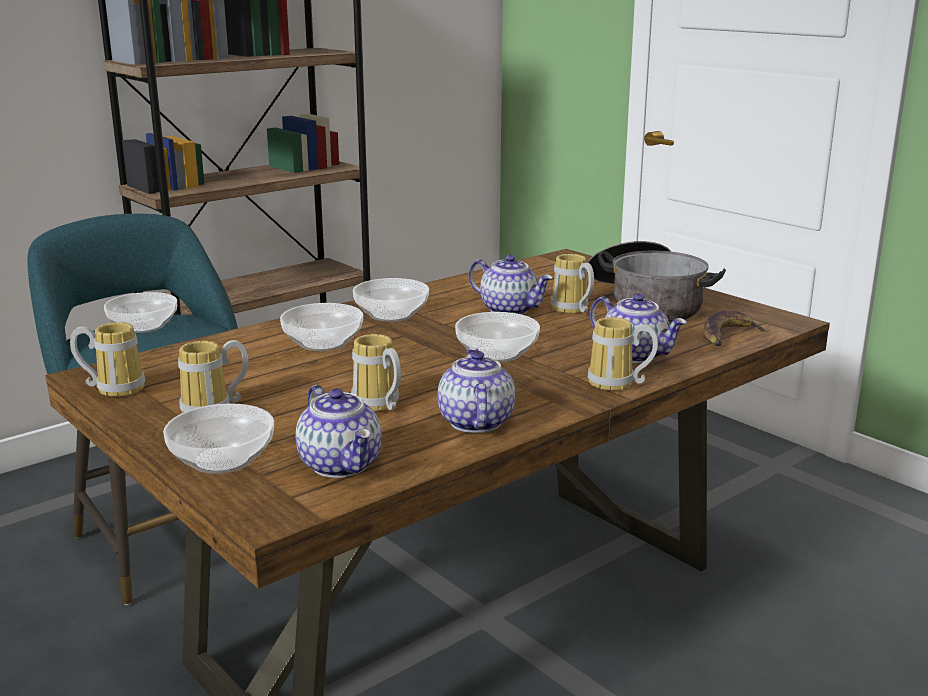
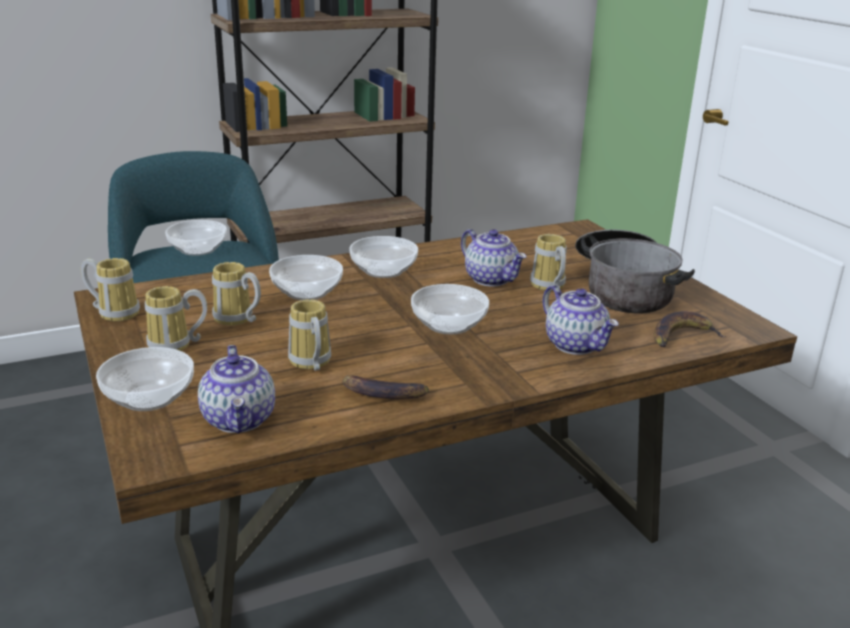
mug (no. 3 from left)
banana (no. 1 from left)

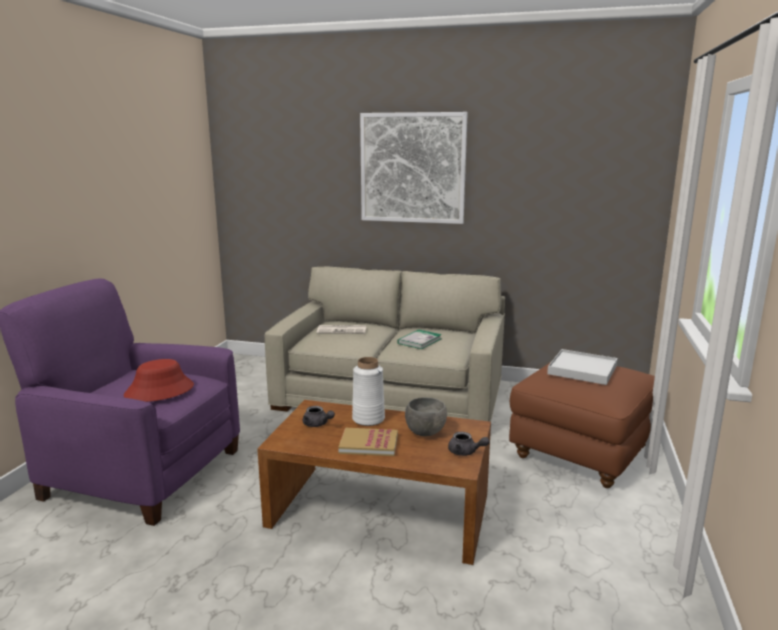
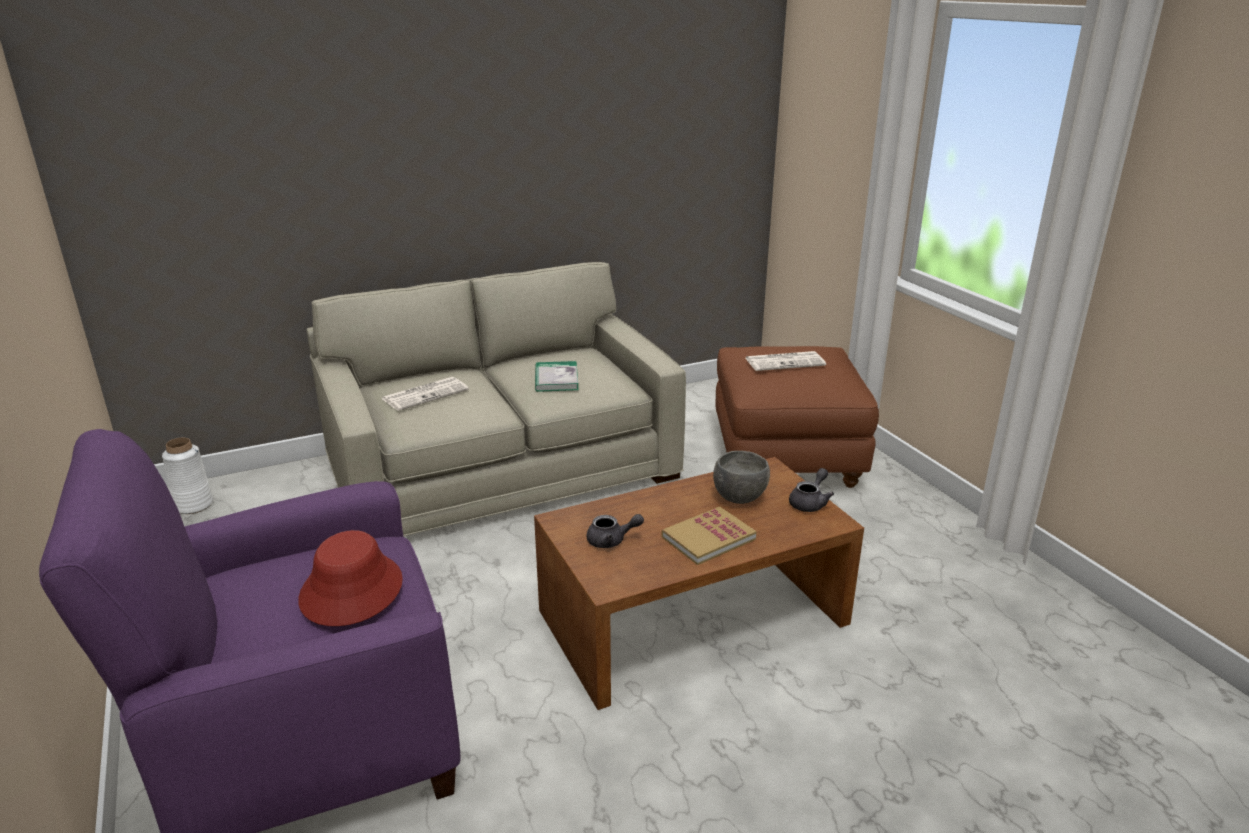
picture
flower vase/white
daily paper (no. 2 from left)
pot for tea/greyish (no. 2 from left)

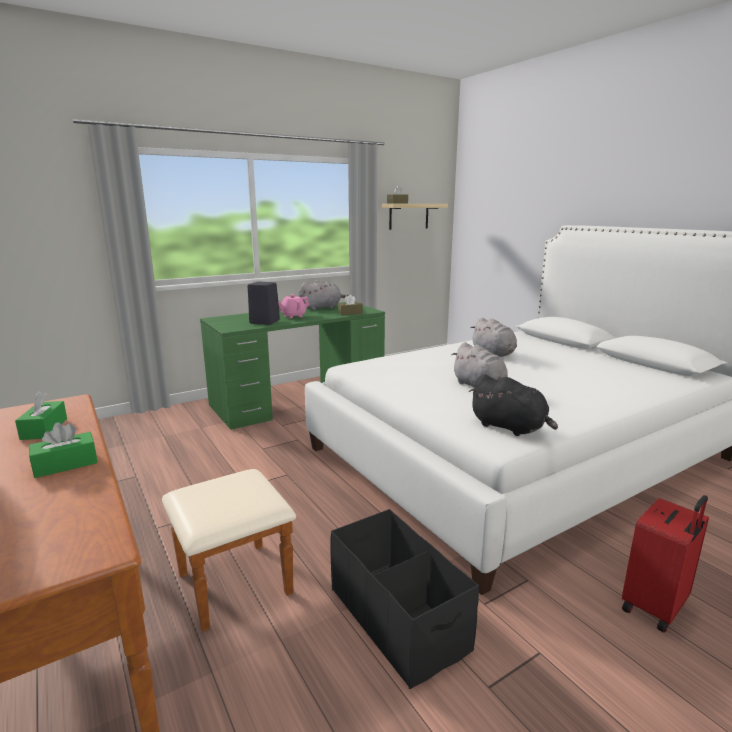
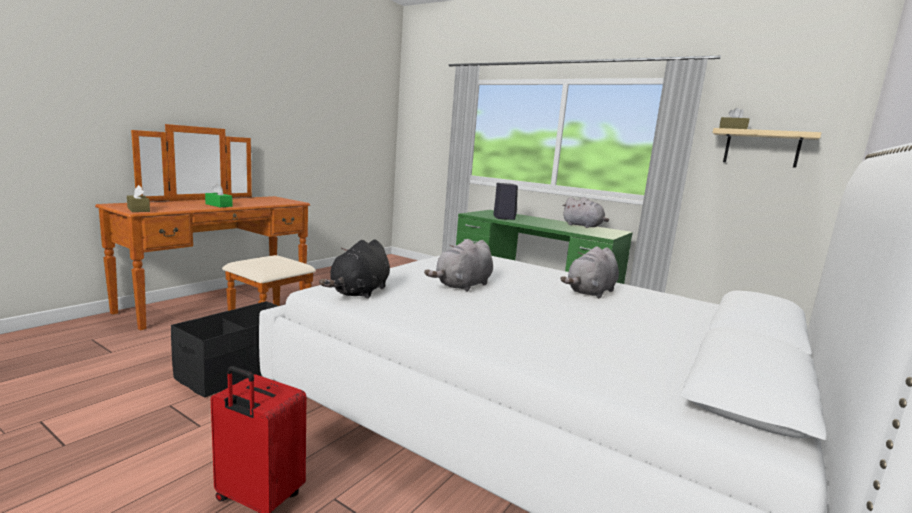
box of tissues/greenish (no. 1 from left in the first image)
pot for tea/pinkish
box of tissues/brown-coloured (no. 1 from left)

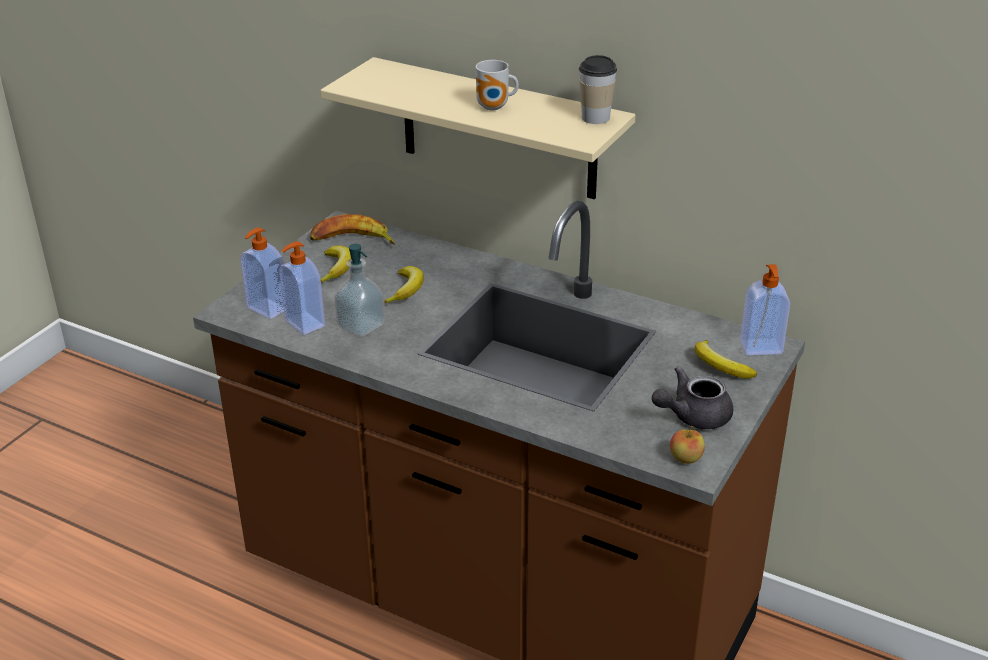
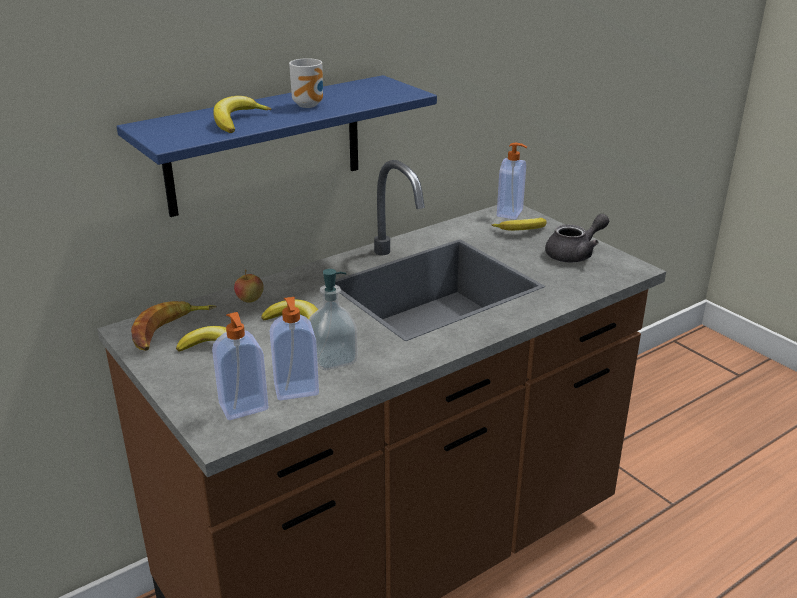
cup
banana (no. 3 from left)
whole apple
shelf/blue-coloured
pot for tea/greyish

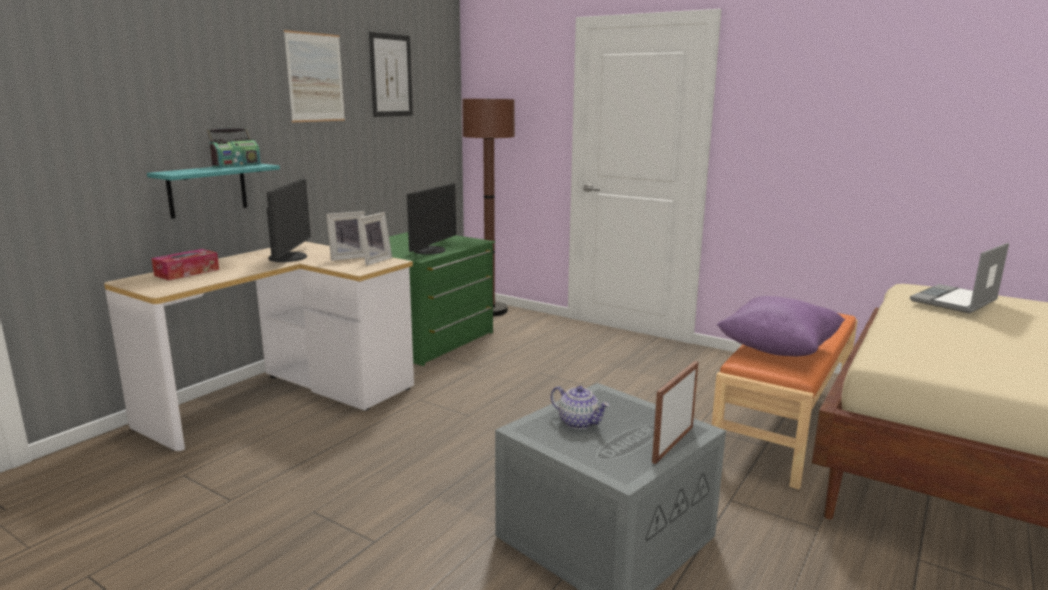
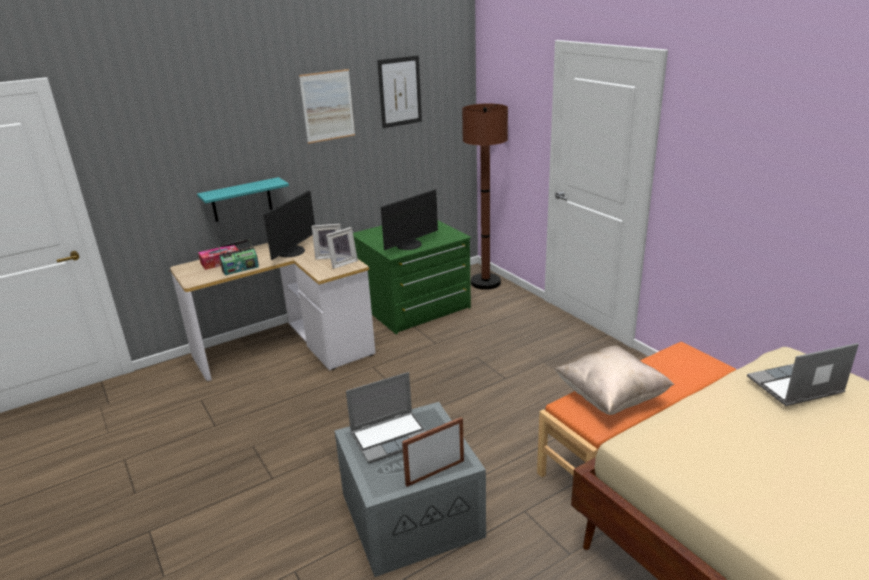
radio
notebook computer (no. 1 from left)
cushion/beige-coloured

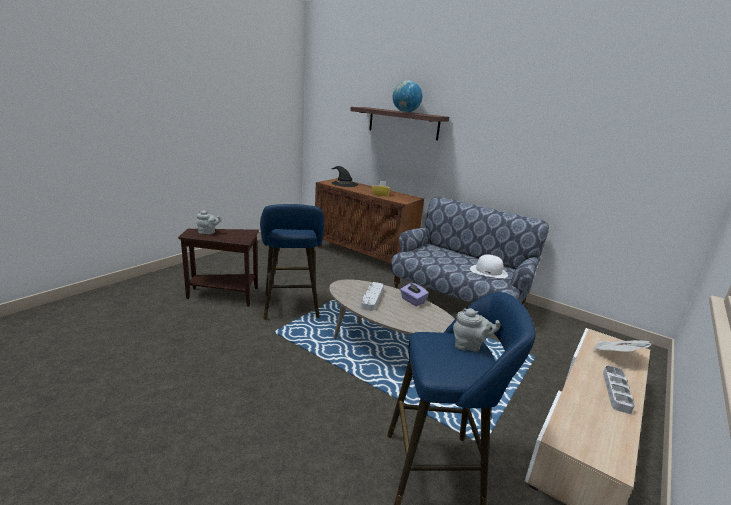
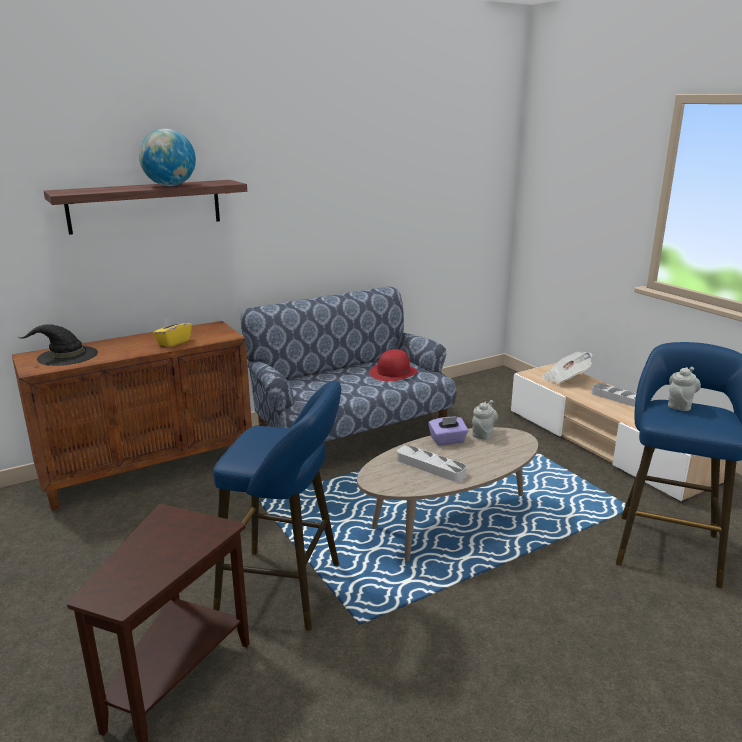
pot for tea/greyish (no. 1 from left)
clothing hat/red-coloured

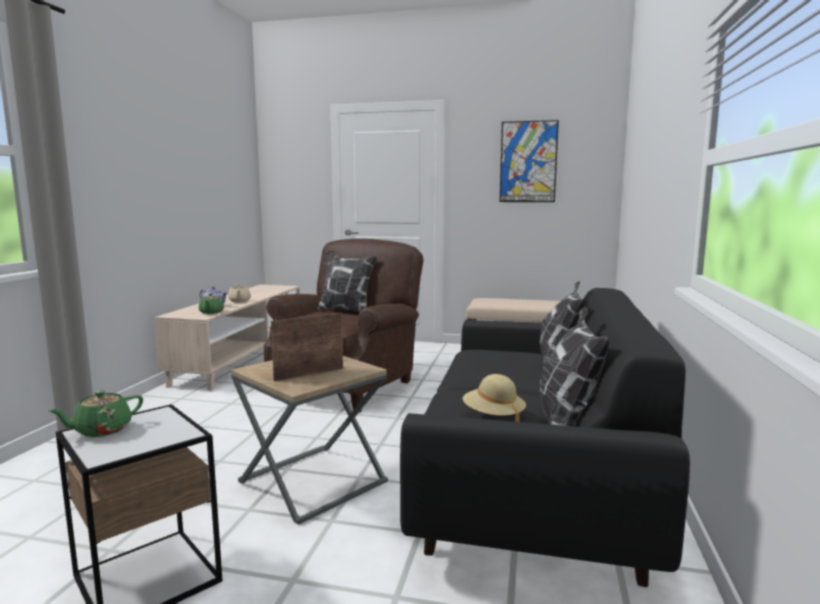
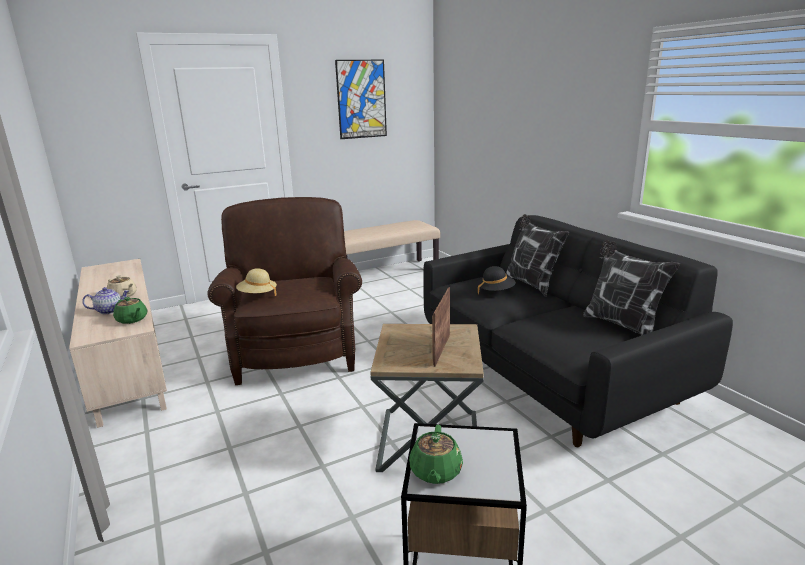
cushion (no. 1 from left in the first image)
clothing hat/black
clothing hat/beige-coloured

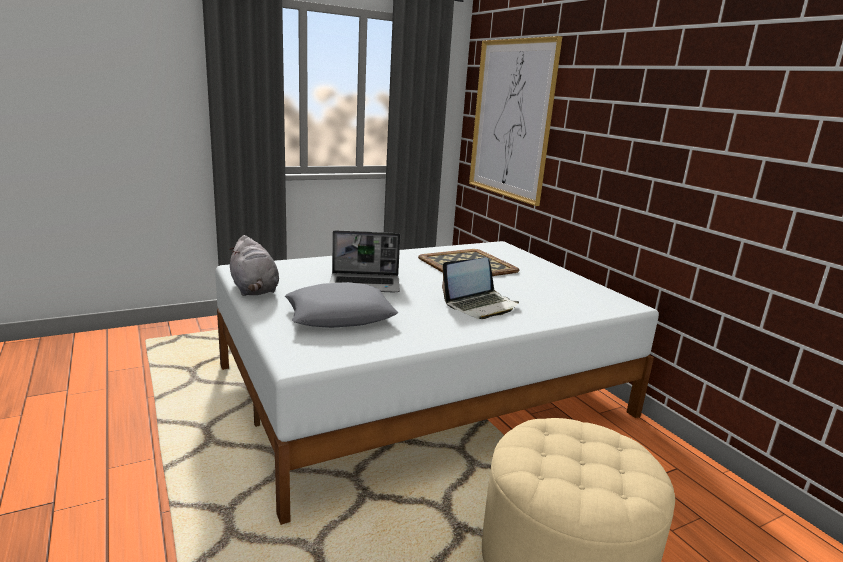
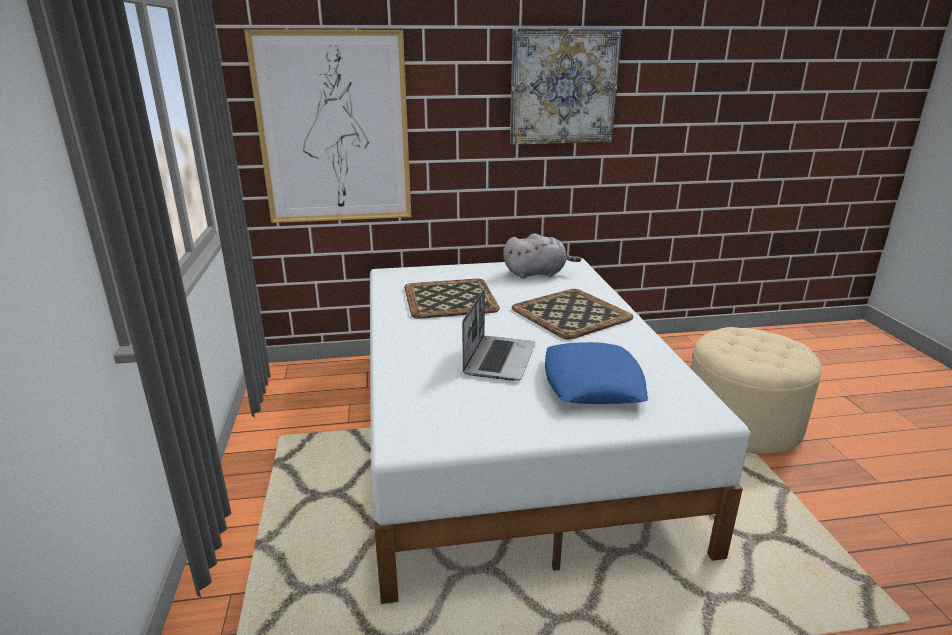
picture (no. 2 from left)
soft toy/greyish
serving tray (no. 2 from left)
cushion/blue-coloured

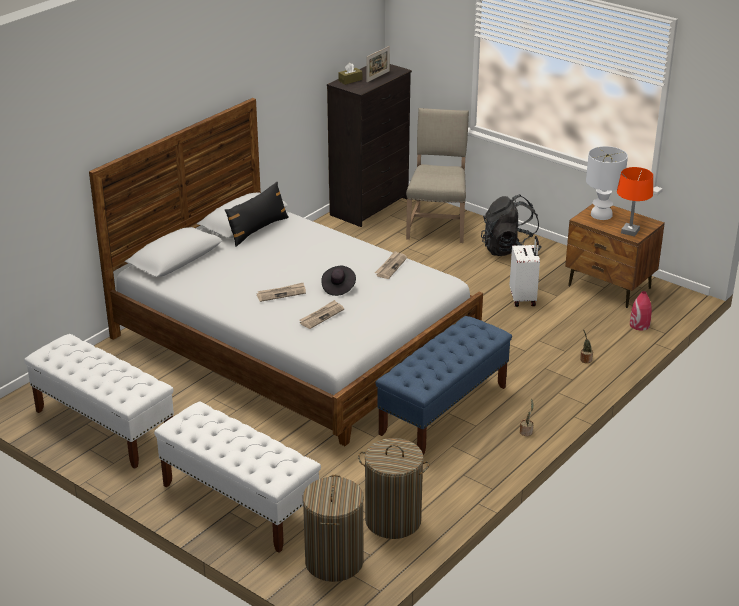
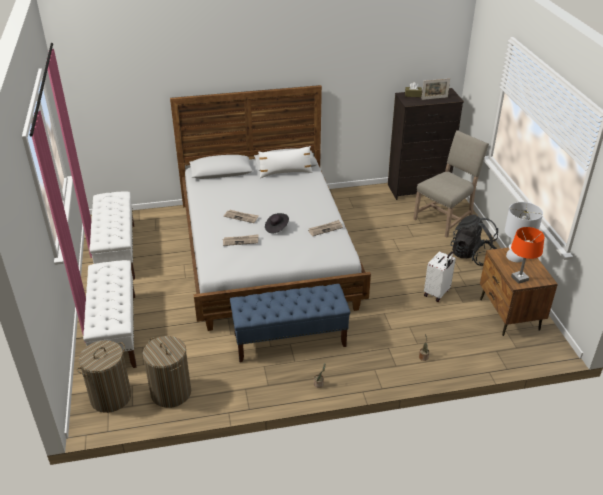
flower vase/red-coloured
cushion/white

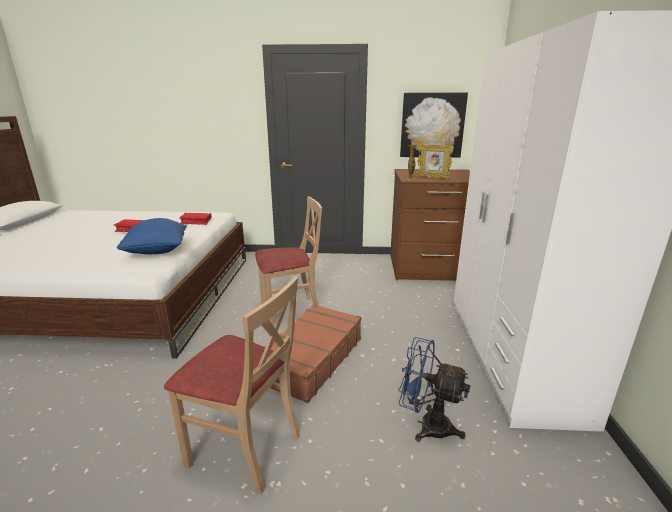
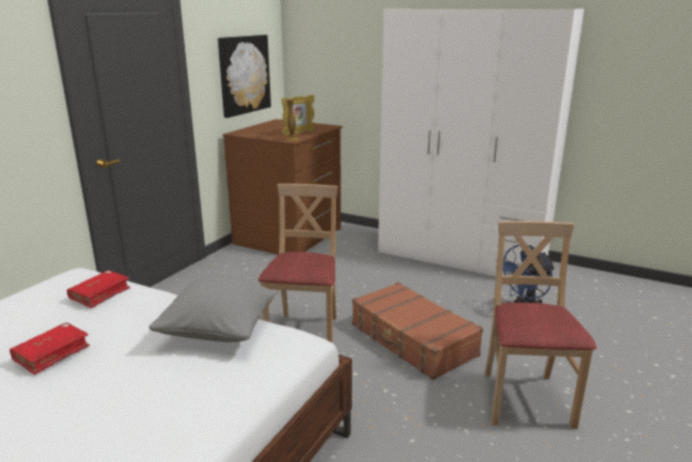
cushion/greyish
plain chair/beige-coloured (no. 2 from left)

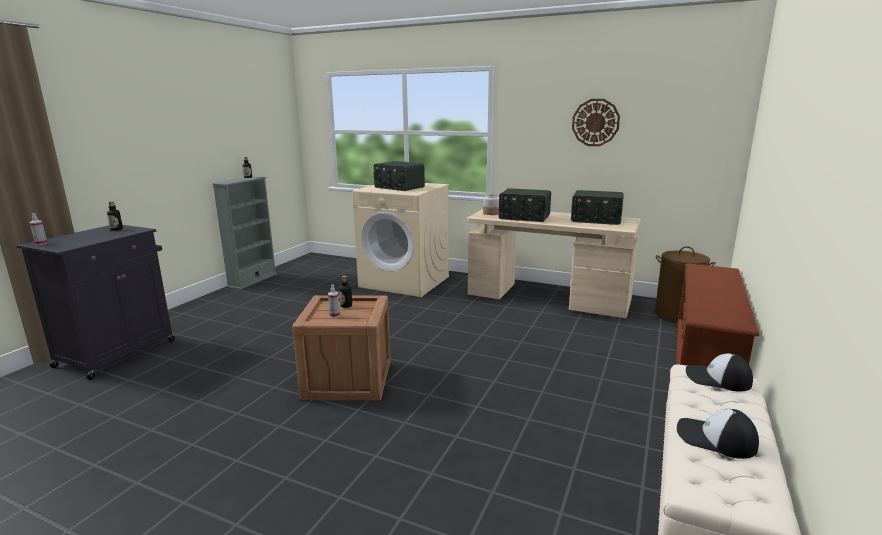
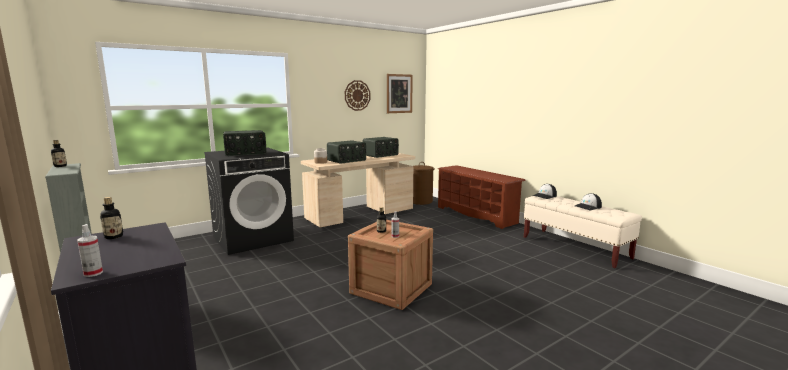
picture
washing machine/black

